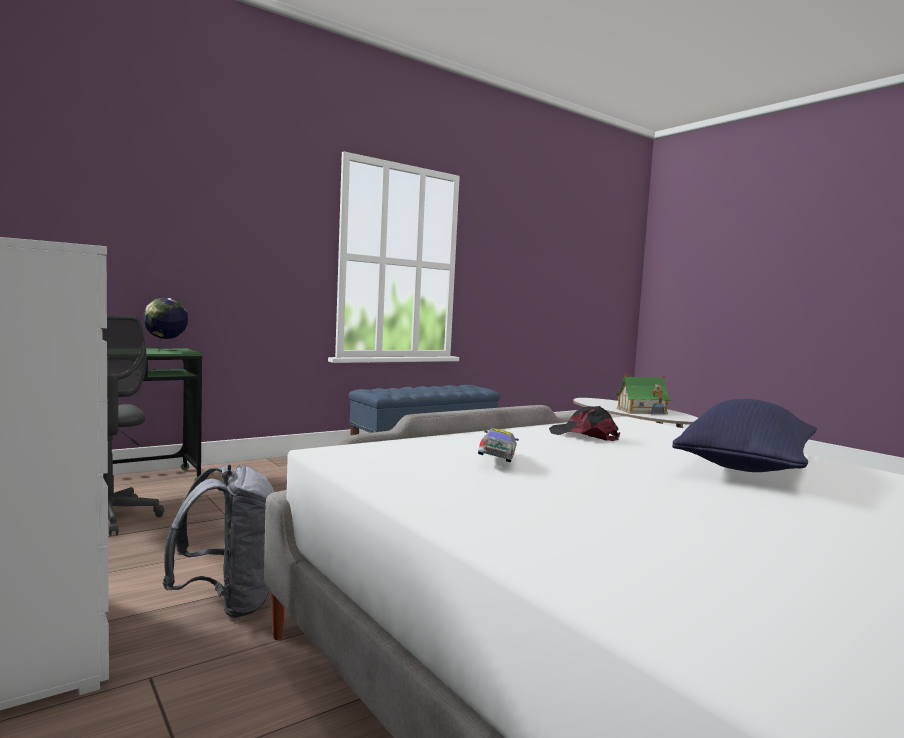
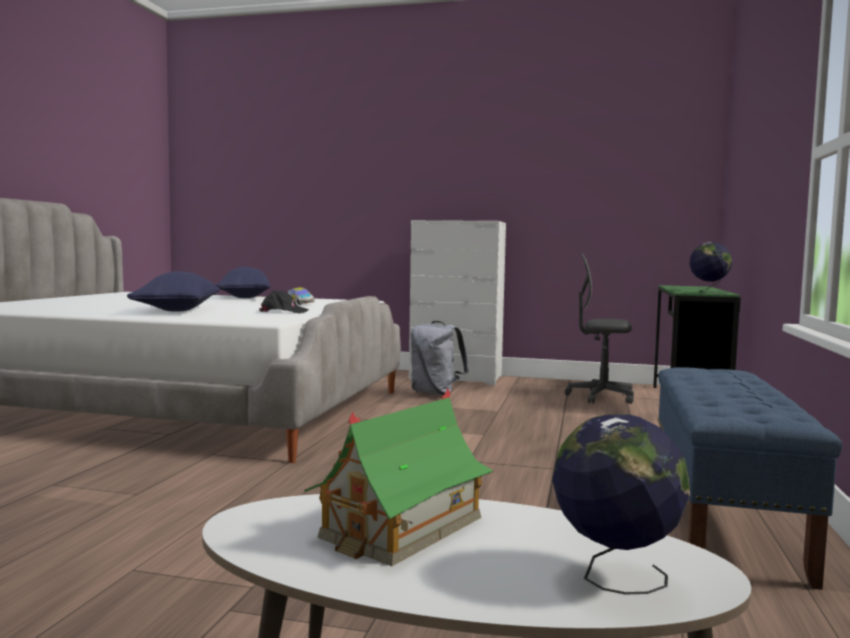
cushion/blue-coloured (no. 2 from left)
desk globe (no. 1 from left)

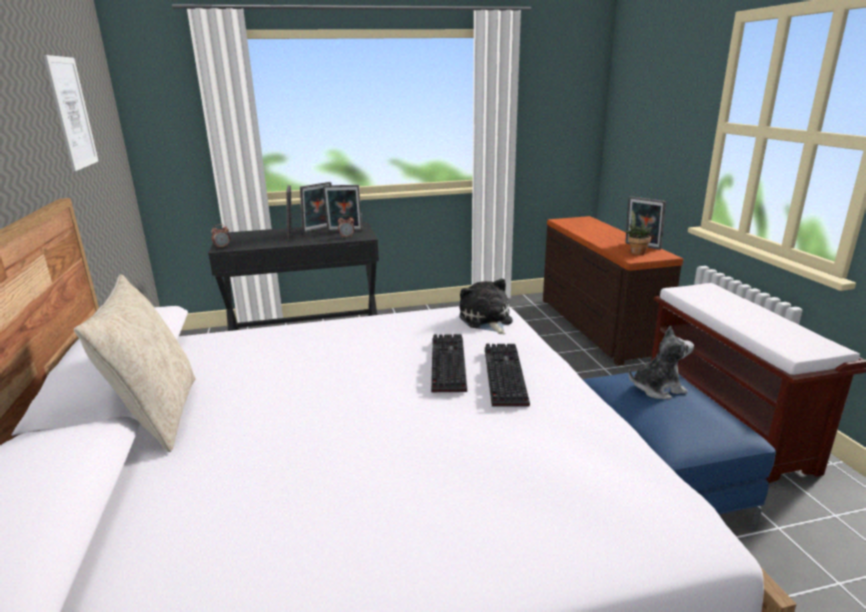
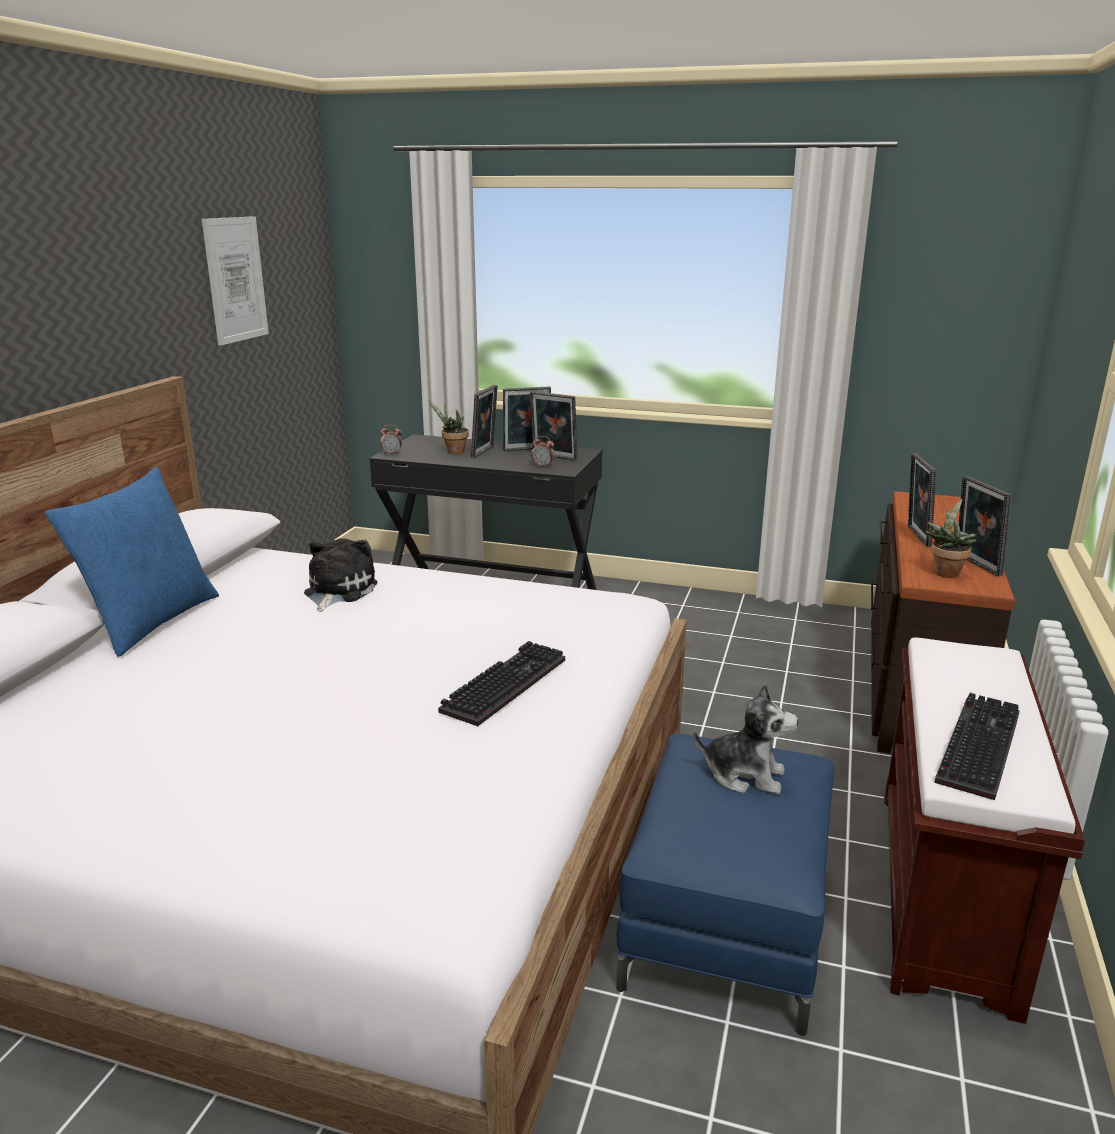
plant in a pot (no. 1 from left)
picture frame (no. 4 from left)
computer keyboard (no. 2 from left)
soft toy (no. 1 from left)
cushion/blue-coloured

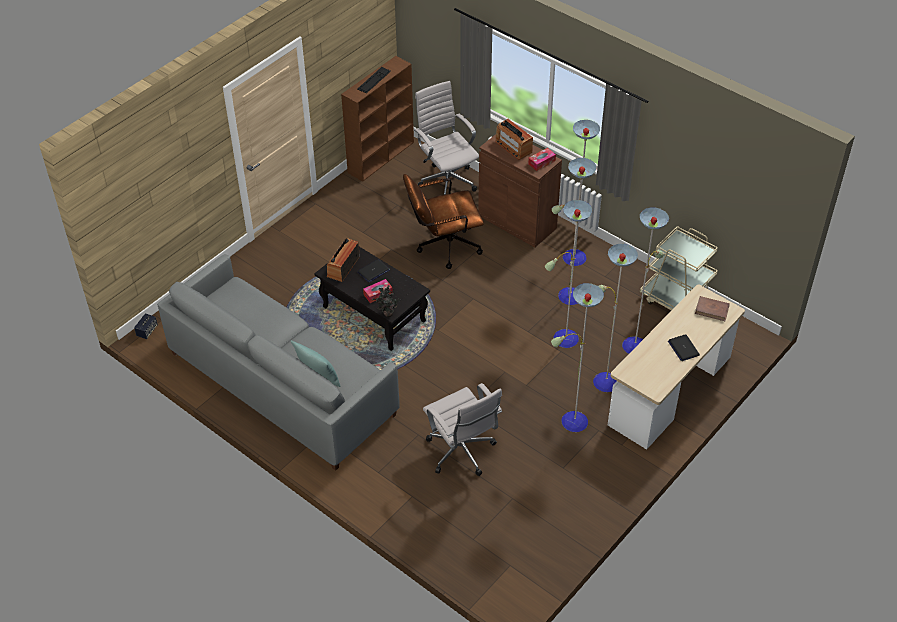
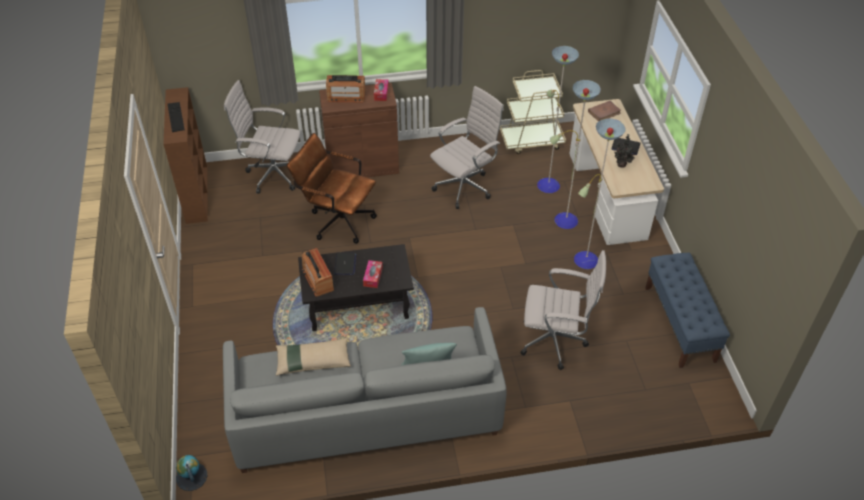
cushion/beige-coloured
indoor bench/blue-coloured
plant in a pot
desk globe
desk chair/white (no. 2 from left)
desk chair/brown-coloured

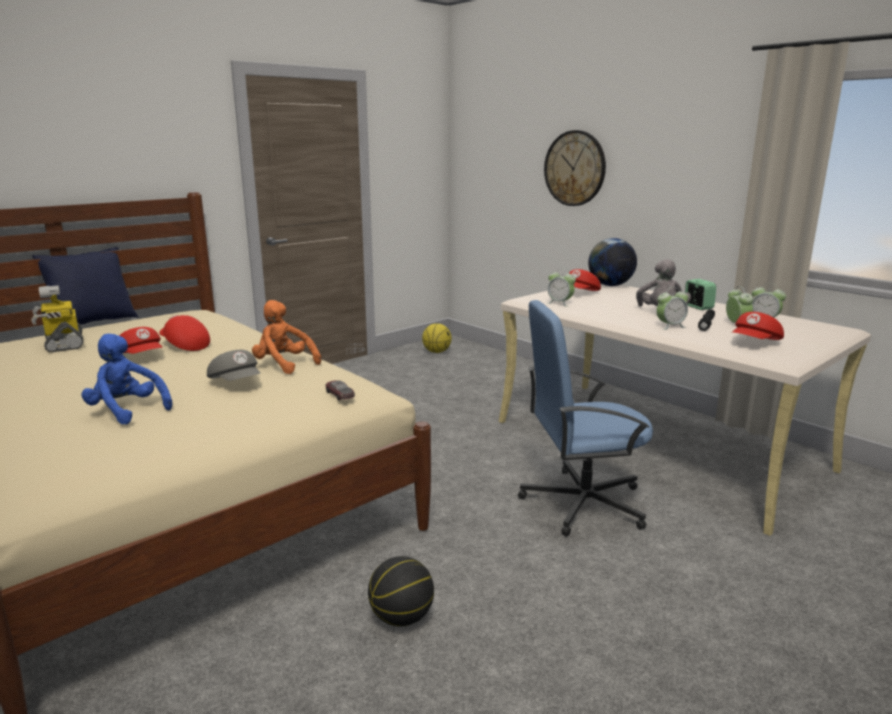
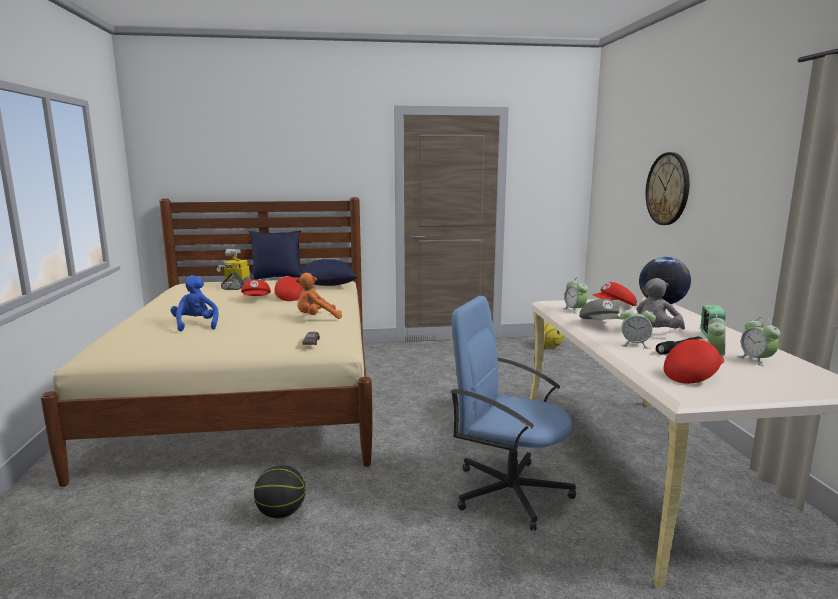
cushion/blue-coloured (no. 2 from left)
baseball cap/greyish
soft toy/orange-coloured
baseball cap/red-coloured (no. 4 from left)

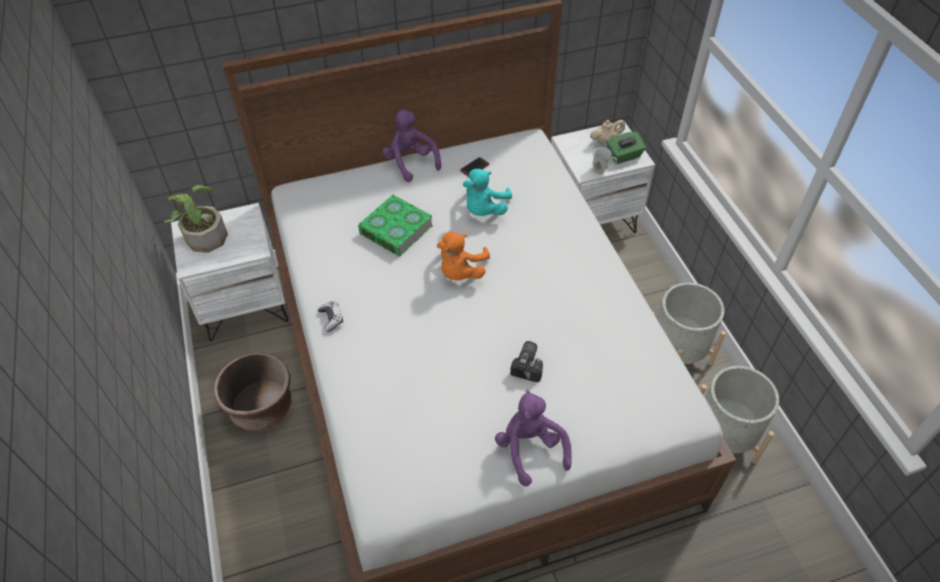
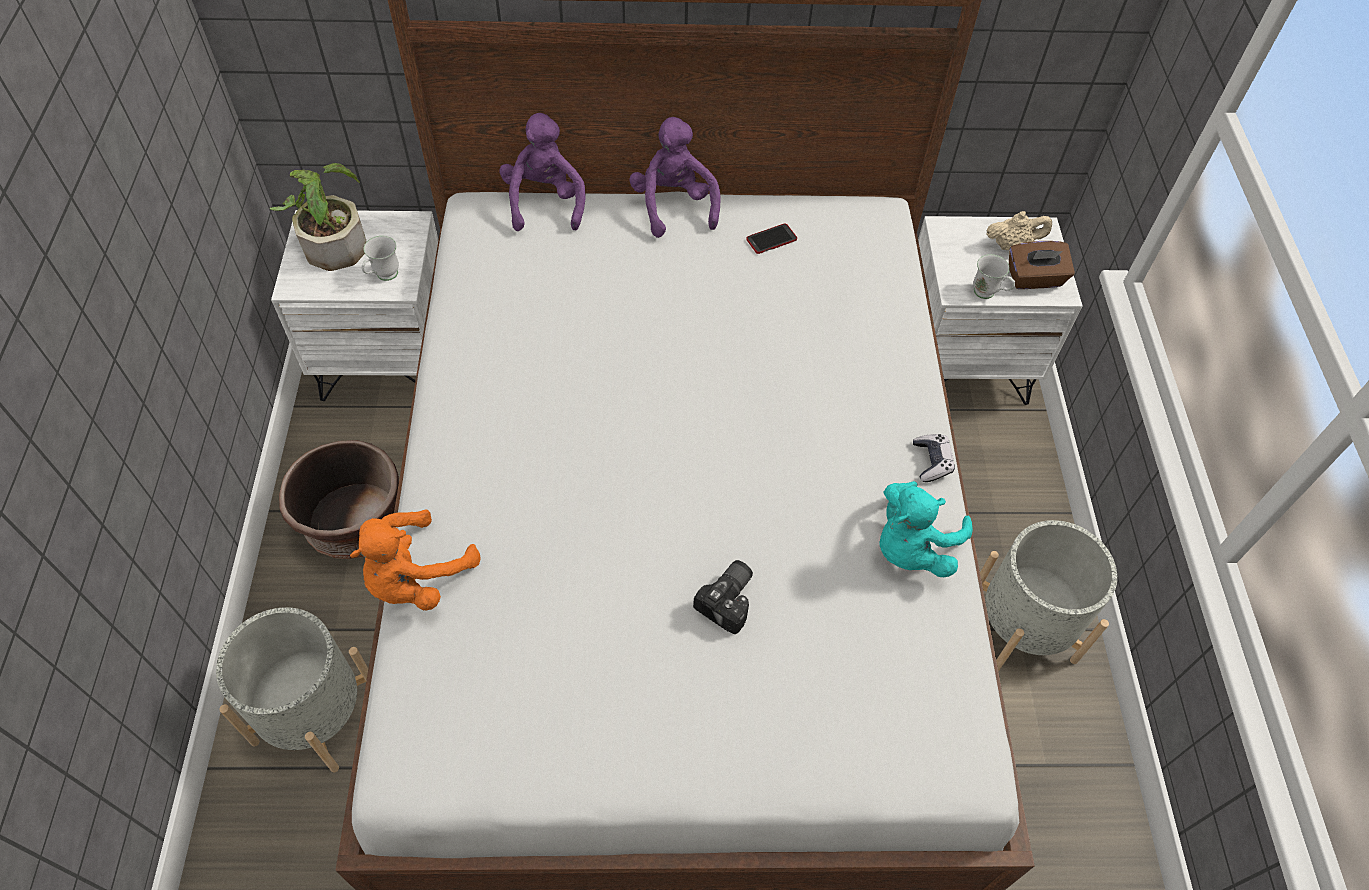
bound book
mug/white (no. 1 from left)
gamepad
soft toy/orange-coloured
soft toy/turquoise
soft toy/purple (no. 1 from left)
flower pot/greyish (no. 1 from left)
box of tissues/brown-coloured

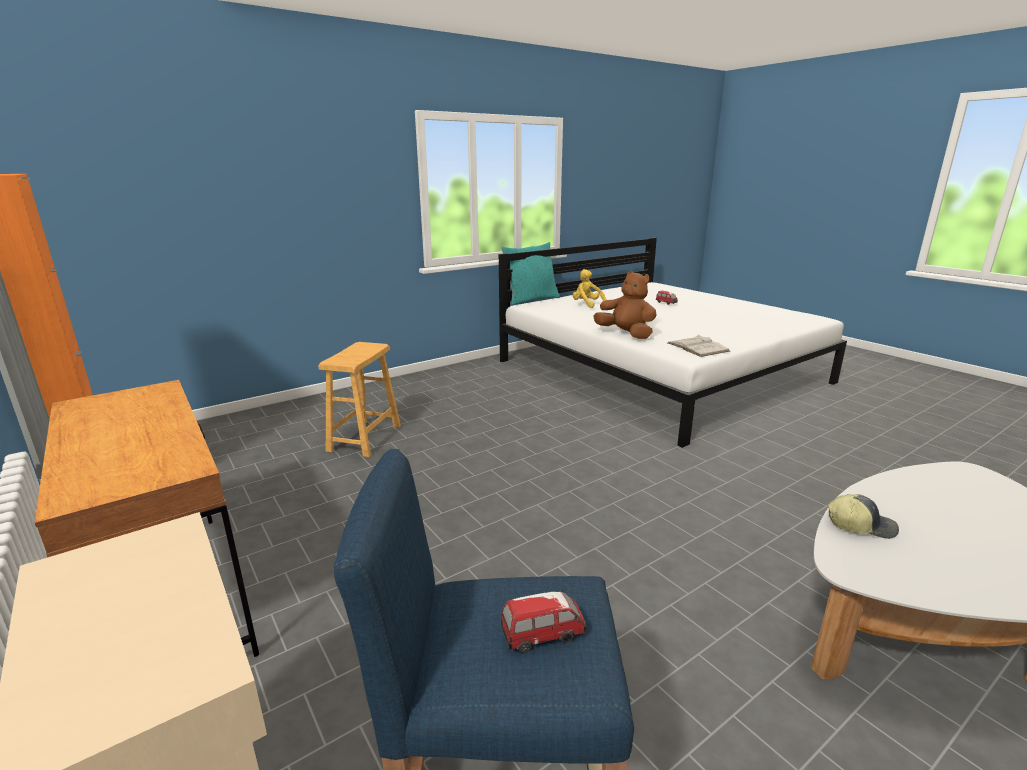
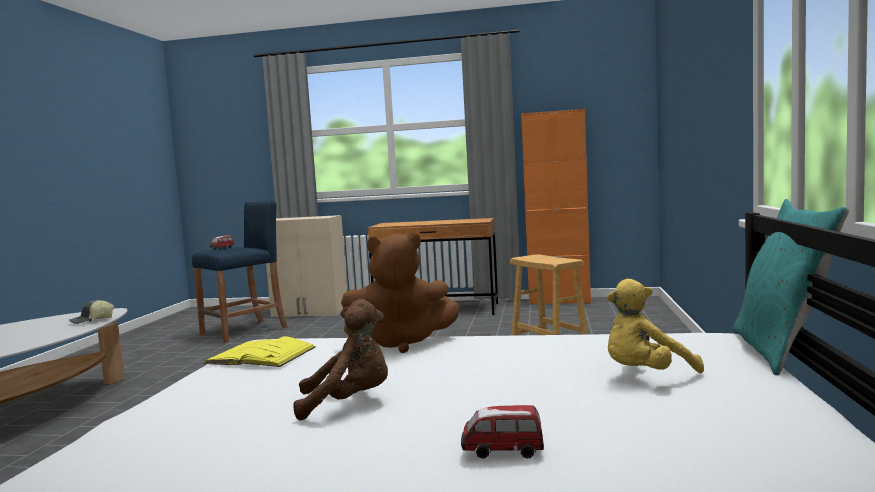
soft toy/brown-coloured (no. 1 from left)
bound book/yellow-coloured
soft toy/yellow-coloured

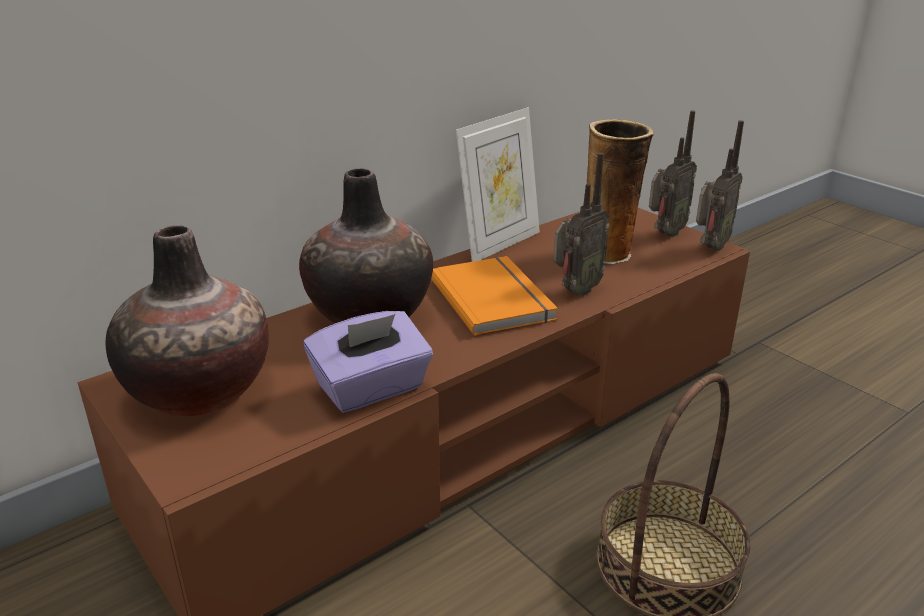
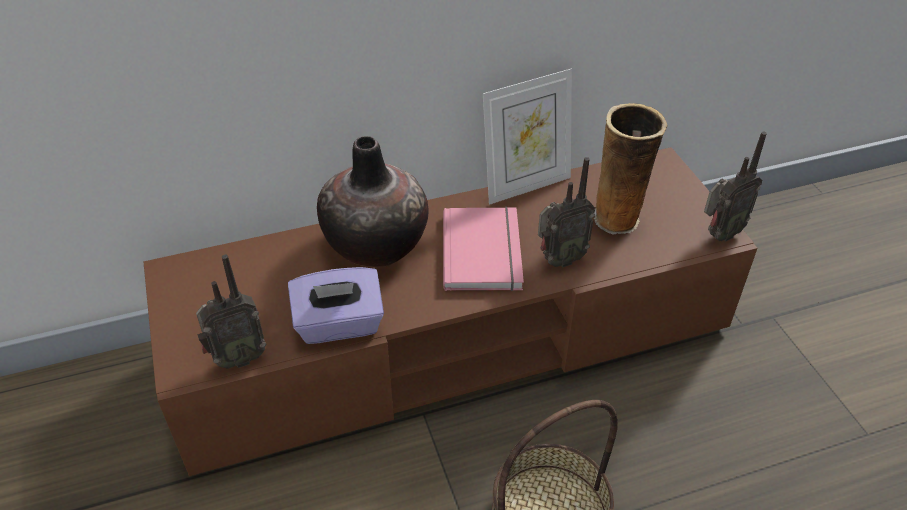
flower vase (no. 1 from left in the first image)
radio (no. 1 from left)
bound book/pinkish

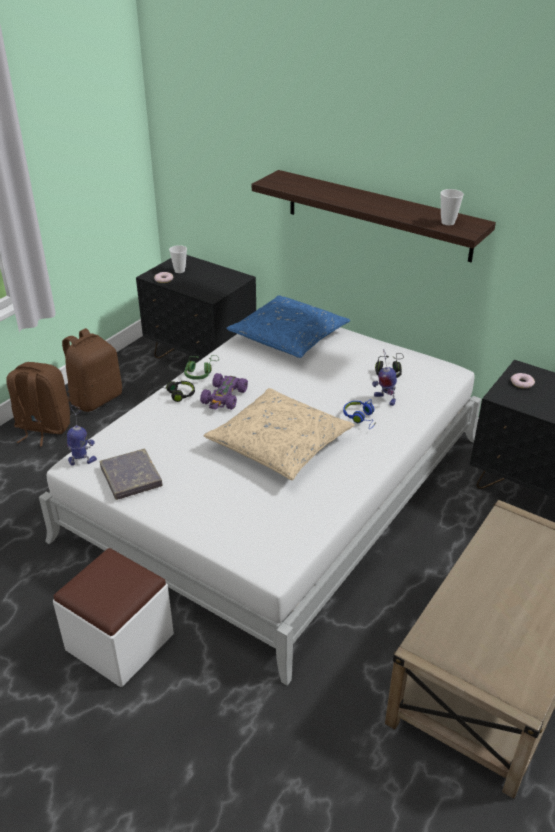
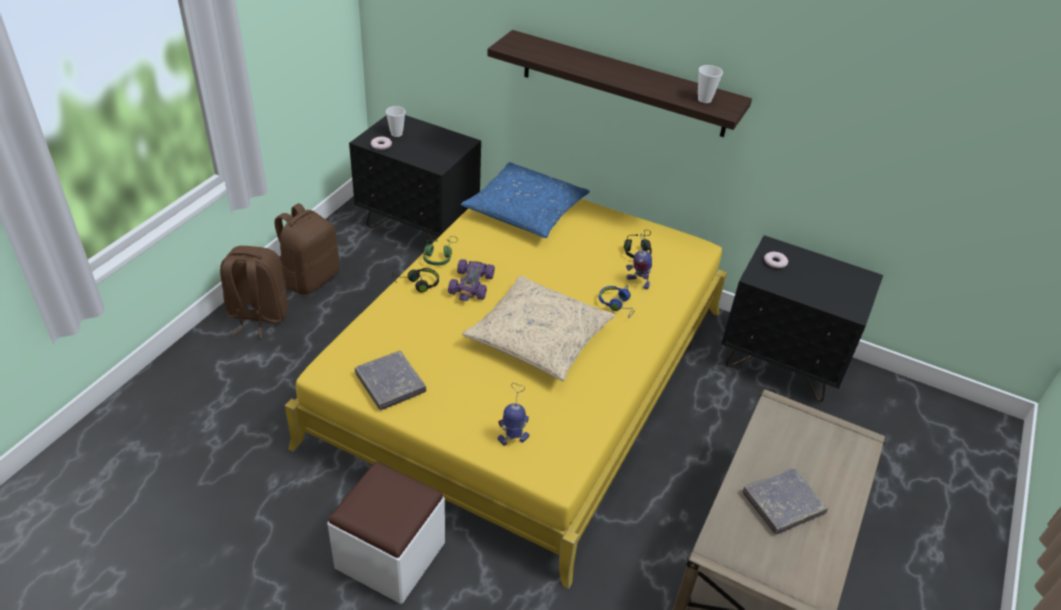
bound book/greyish (no. 2 from left)
model robot (no. 1 from left)
sleeping bed/yellow-coloured

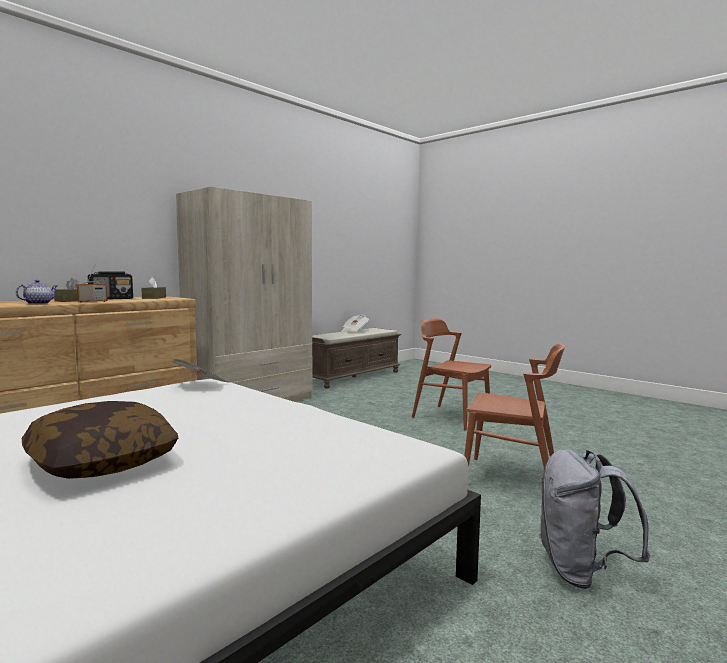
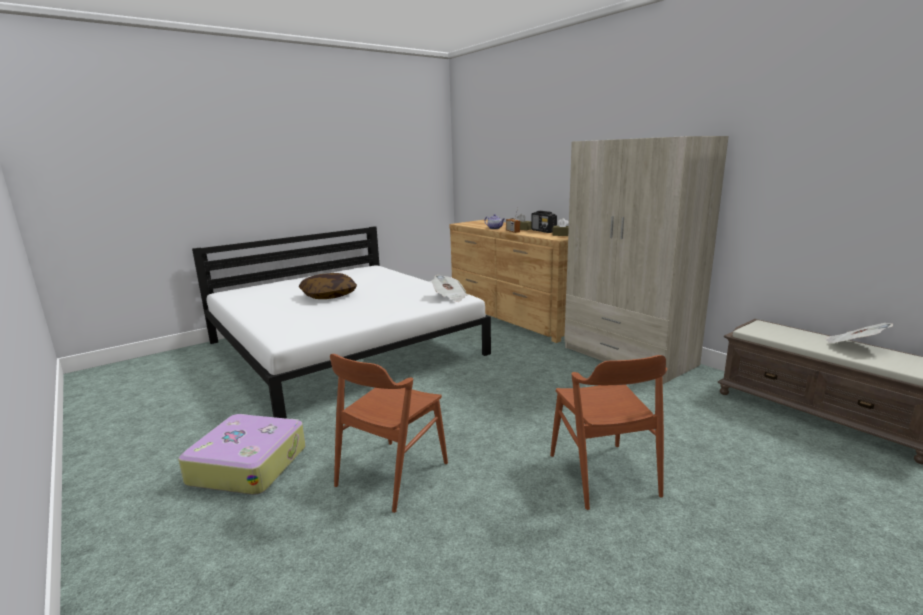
suitcase
plain chair/brown-coloured (no. 2 from left)

